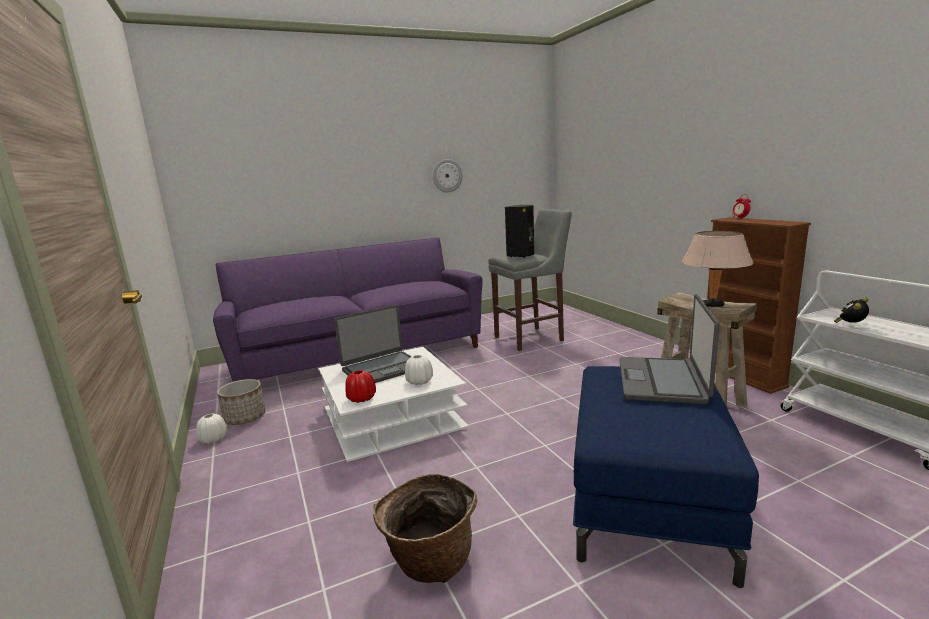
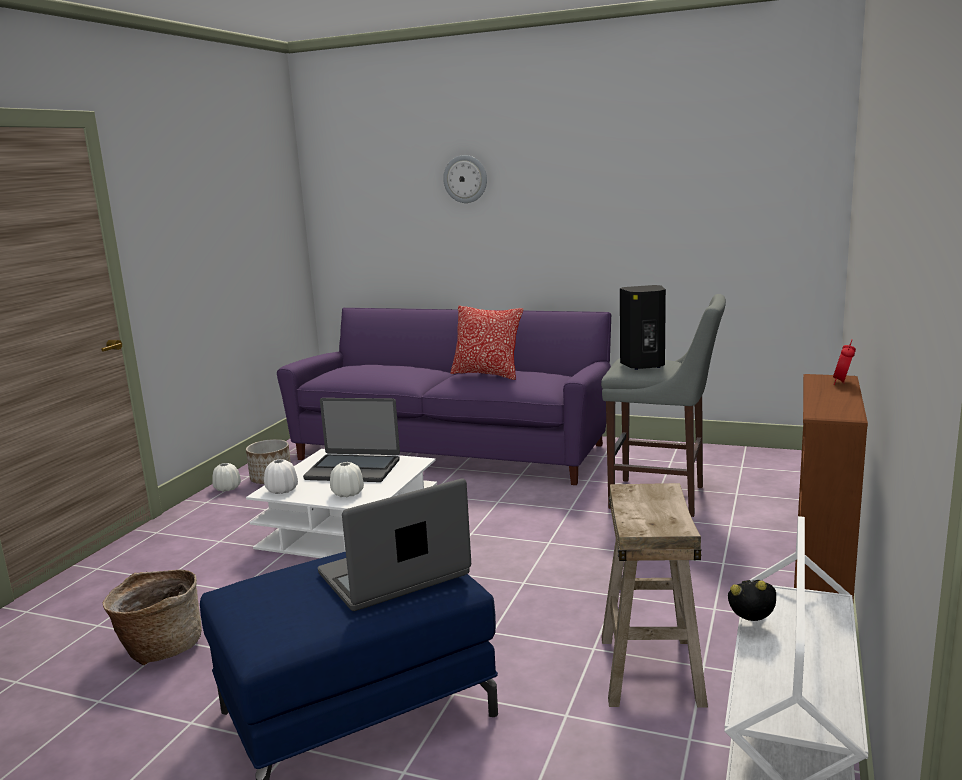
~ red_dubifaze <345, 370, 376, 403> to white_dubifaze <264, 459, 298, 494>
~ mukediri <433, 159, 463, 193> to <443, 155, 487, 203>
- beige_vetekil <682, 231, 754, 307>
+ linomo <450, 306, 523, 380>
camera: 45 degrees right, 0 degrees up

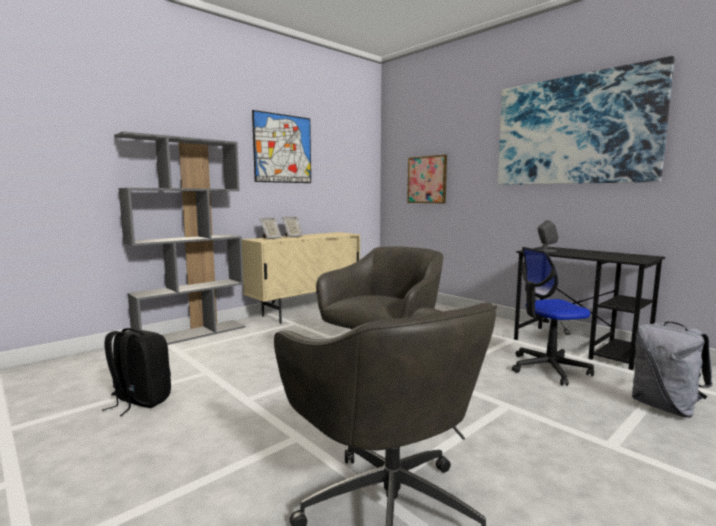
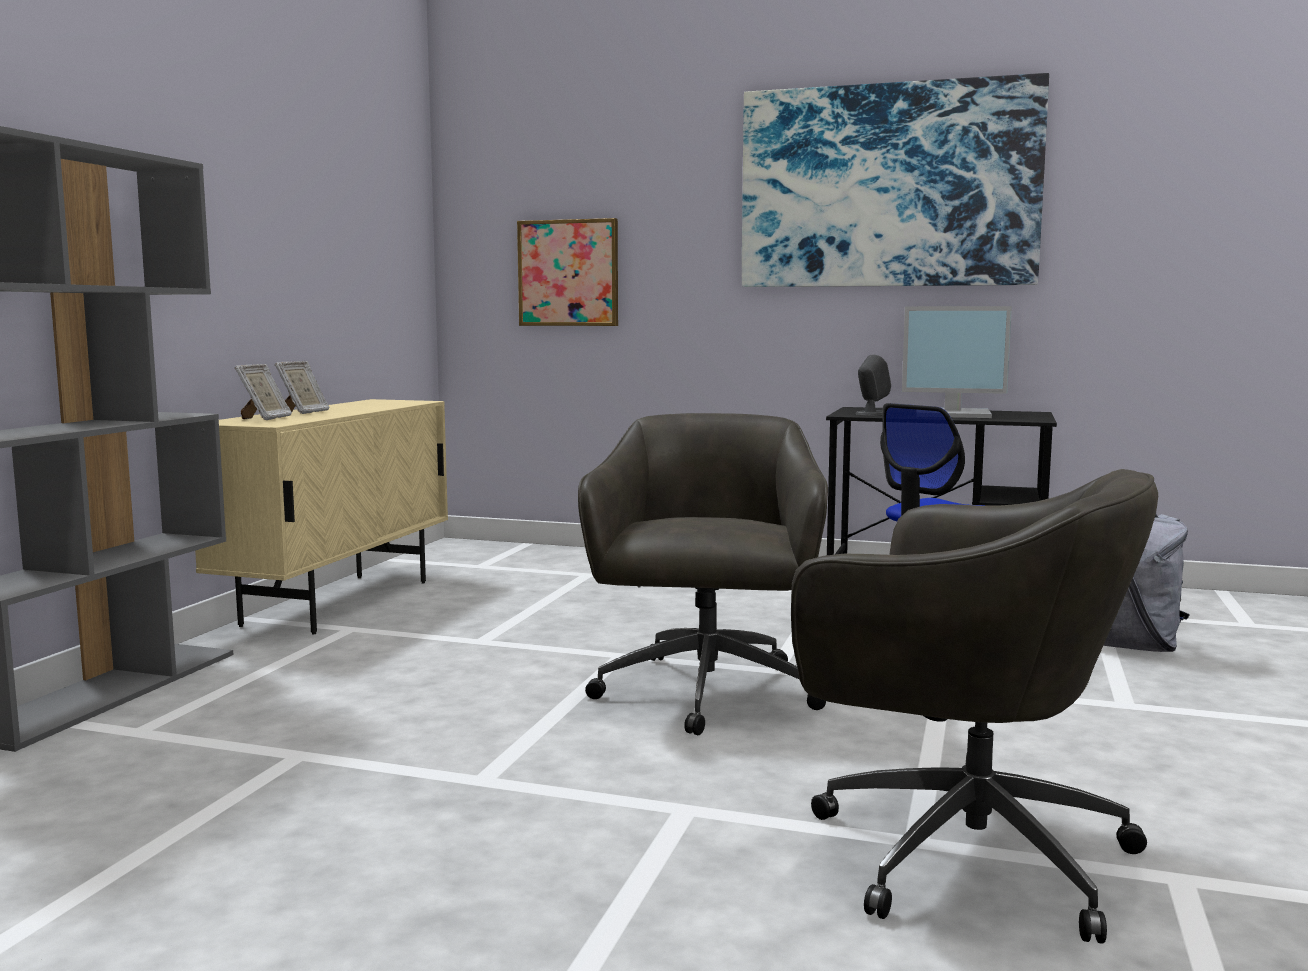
- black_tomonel <102, 328, 171, 416>
- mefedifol <252, 110, 311, 183>
+ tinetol <902, 306, 1012, 418>
camera: 30 degrees left, 0 degrees up

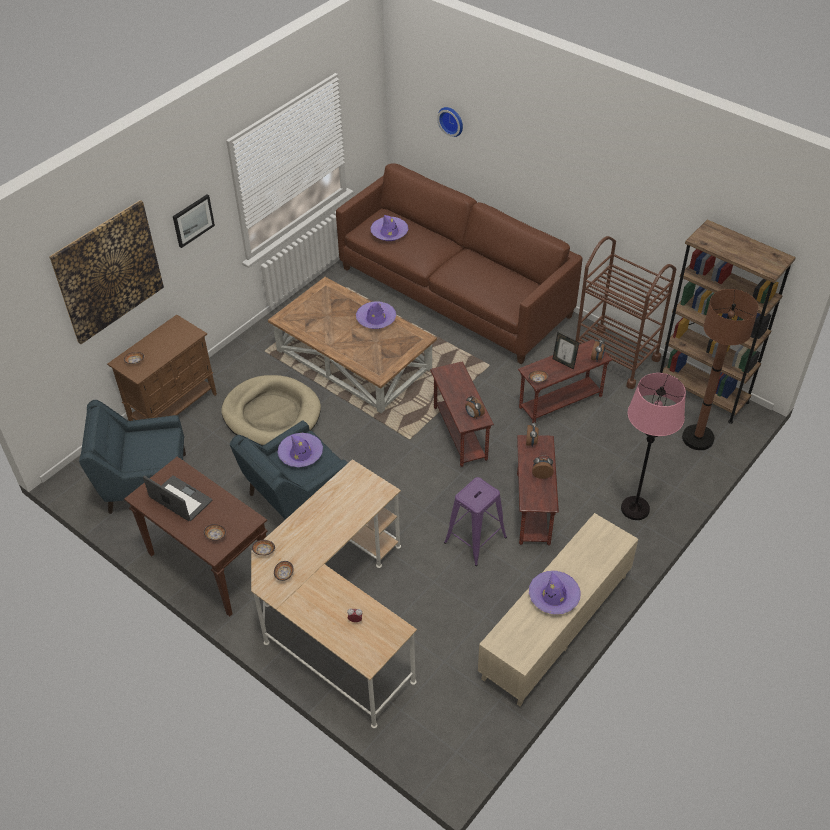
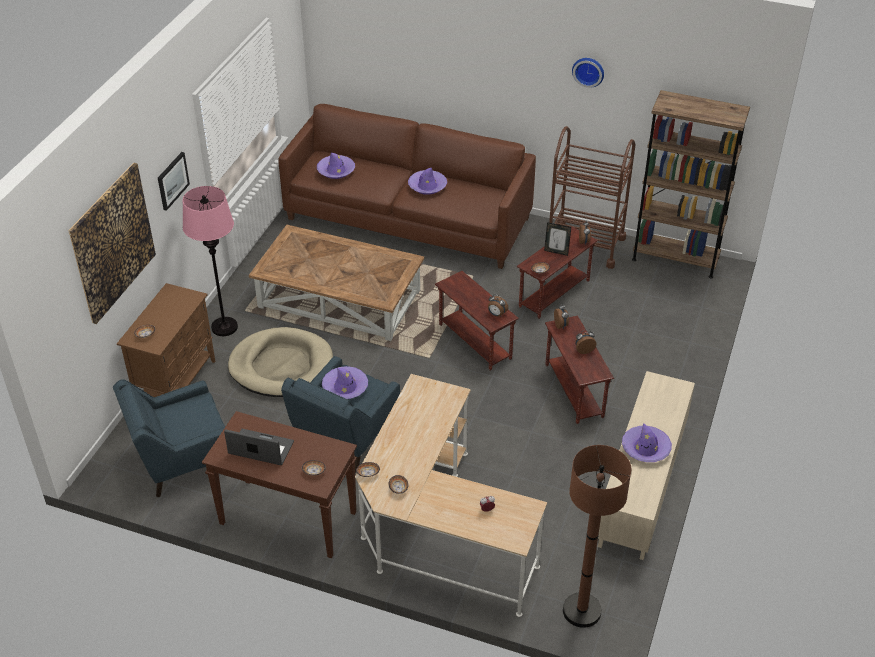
~ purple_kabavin <356, 301, 396, 329> to <408, 168, 447, 195>
~ mukediri <437, 107, 463, 137> to <572, 58, 604, 88>
- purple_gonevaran <444, 477, 507, 566>
~ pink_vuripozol <621, 373, 686, 520> to <183, 186, 238, 336>
~ brown_vuripozol <682, 289, 759, 450> to <563, 445, 631, 628>
camera: 20 degrees left, 5 degrees down

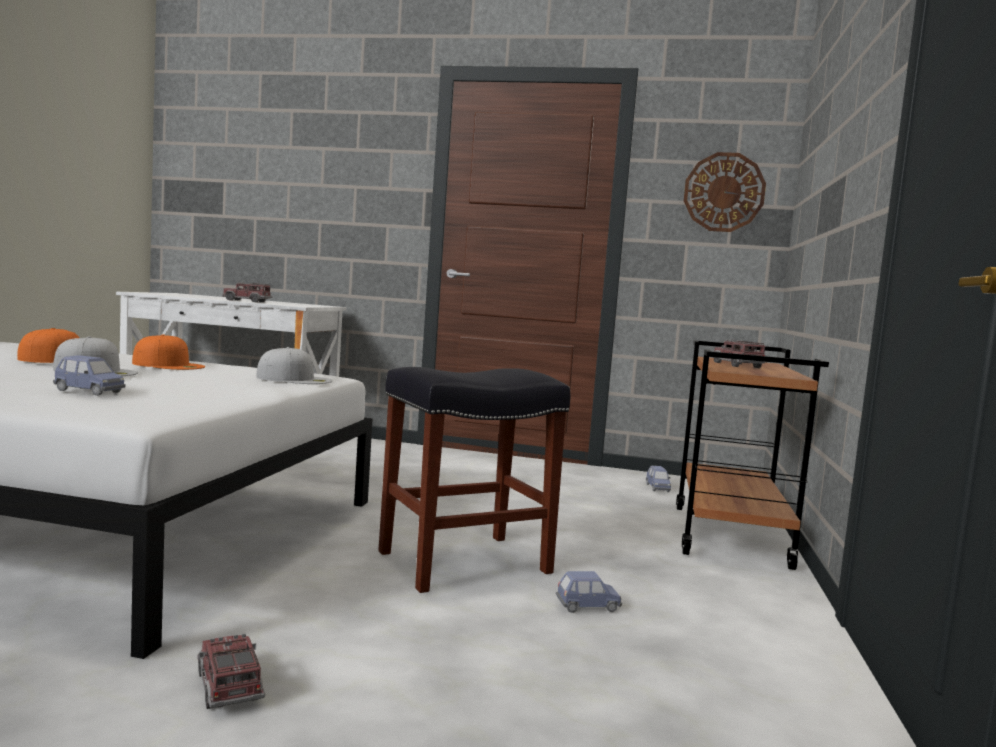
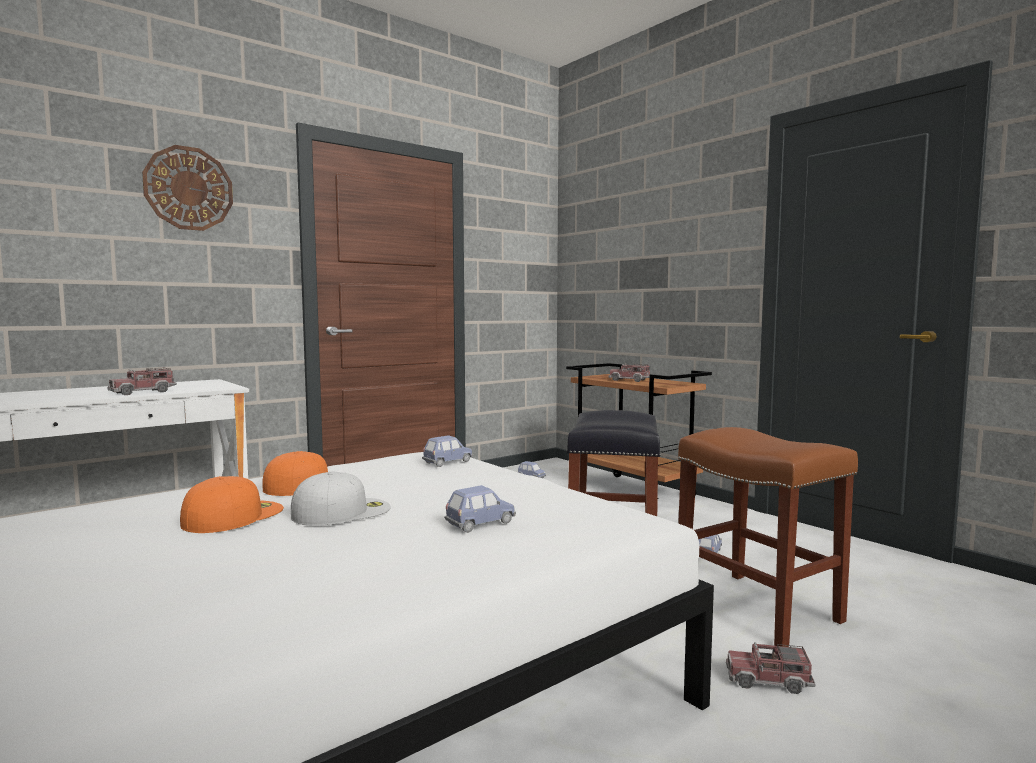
~ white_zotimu <256, 347, 332, 384> to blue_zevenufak <422, 435, 473, 467>
~ mukediri <684, 152, 766, 232> to <142, 145, 233, 231>
+ brown_gonevaran <678, 427, 858, 647>
camera: 50 degrees left, 0 degrees up

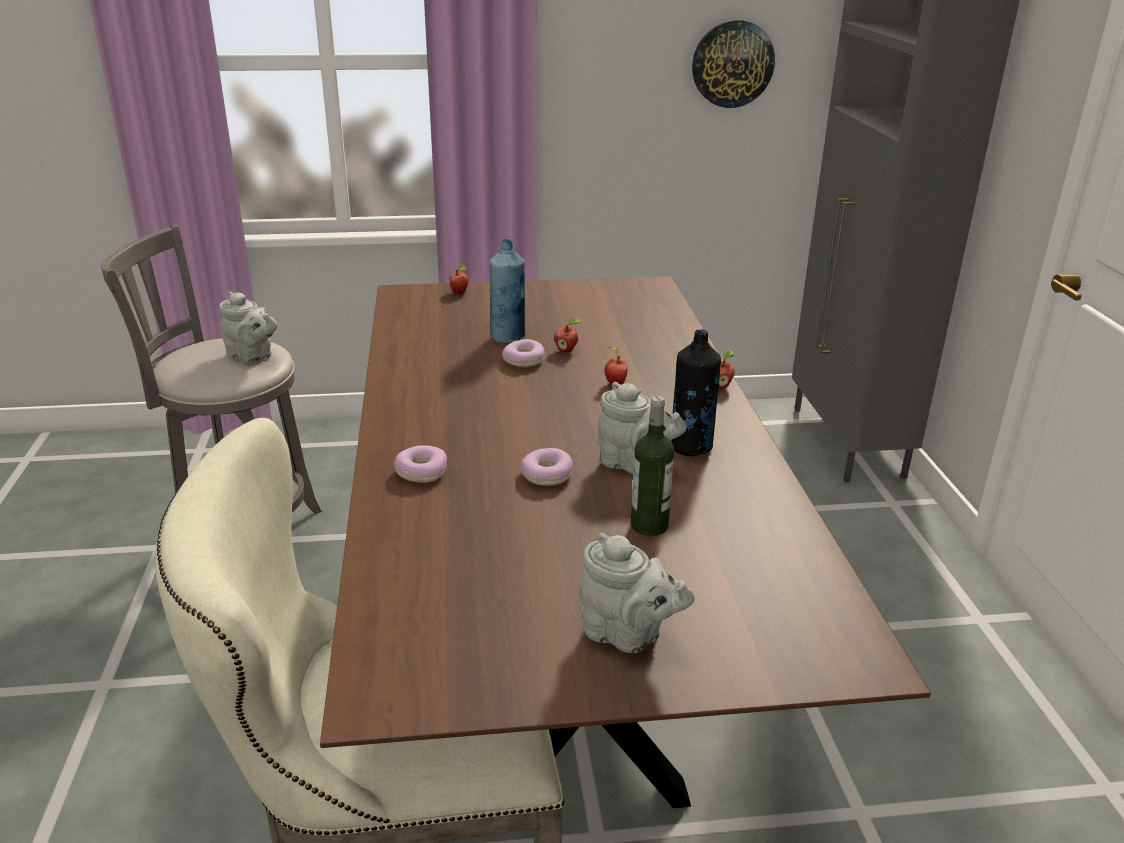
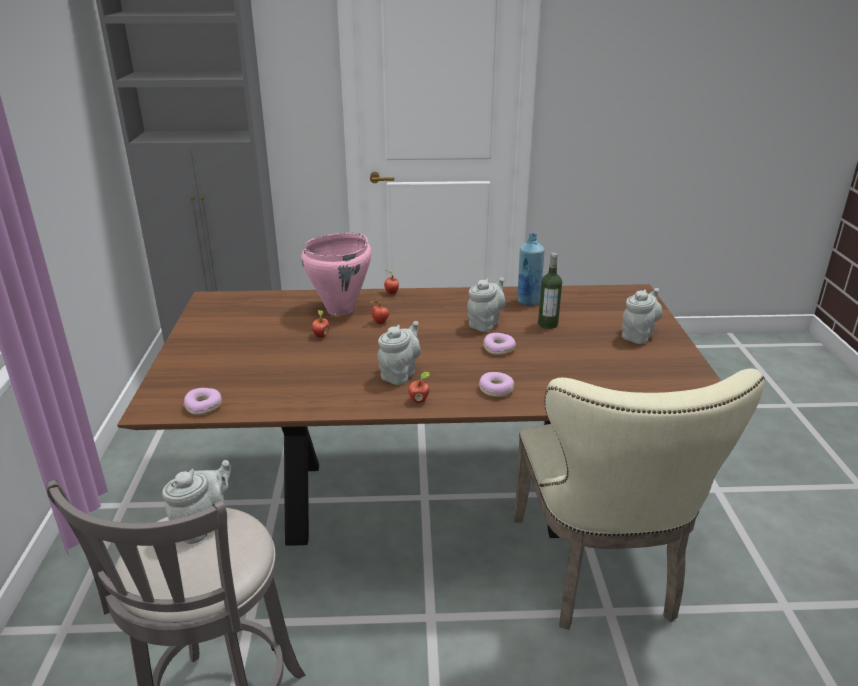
~ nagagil <449, 266, 468, 295> to <408, 372, 430, 403>
~ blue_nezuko <490, 239, 525, 344> to <518, 233, 545, 306>
~ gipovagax <502, 339, 545, 367> to <184, 388, 222, 415>
- black_nezuko <671, 329, 721, 456>
- mukediri <692, 20, 775, 108>
+ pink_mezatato <301, 233, 372, 316>
+ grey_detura <378, 321, 421, 385>
camera: 85 degrees left, 0 degrees up

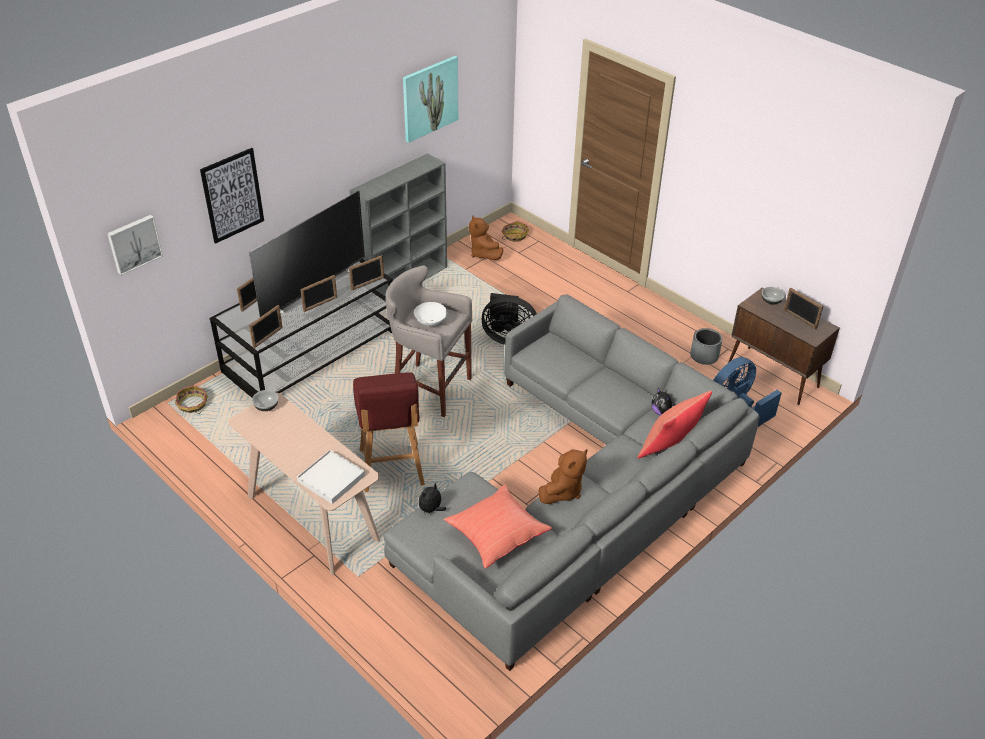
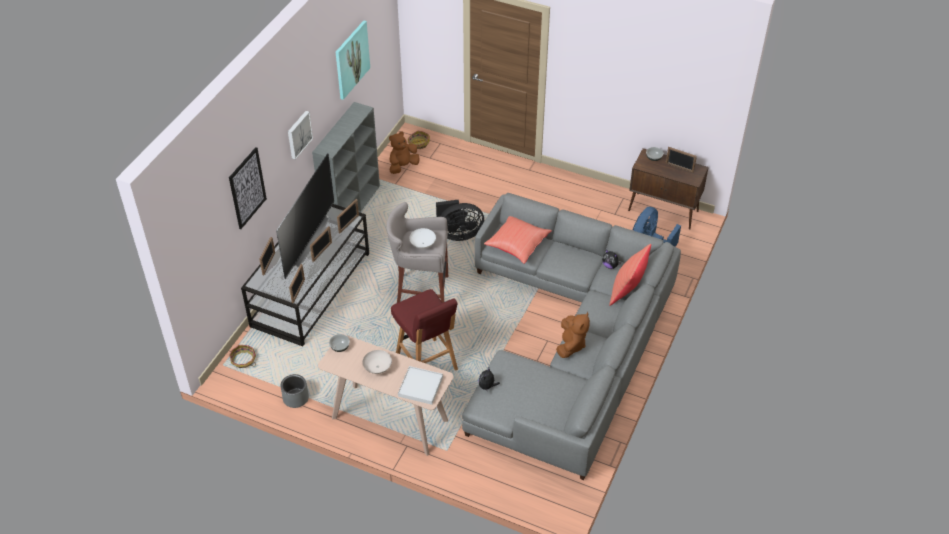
~ mefedifol <107, 215, 163, 276> to <288, 111, 313, 160>
~ red_linomo <444, 484, 552, 568> to <484, 216, 552, 264>
~ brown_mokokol <469, 215, 503, 260> = <389, 132, 419, 174> 90 degrees clockwise
~ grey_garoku <690, 328, 722, 365> to <280, 374, 309, 408>
+ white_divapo <363, 350, 392, 374>
camera: 20 degrees left, 5 degrees up

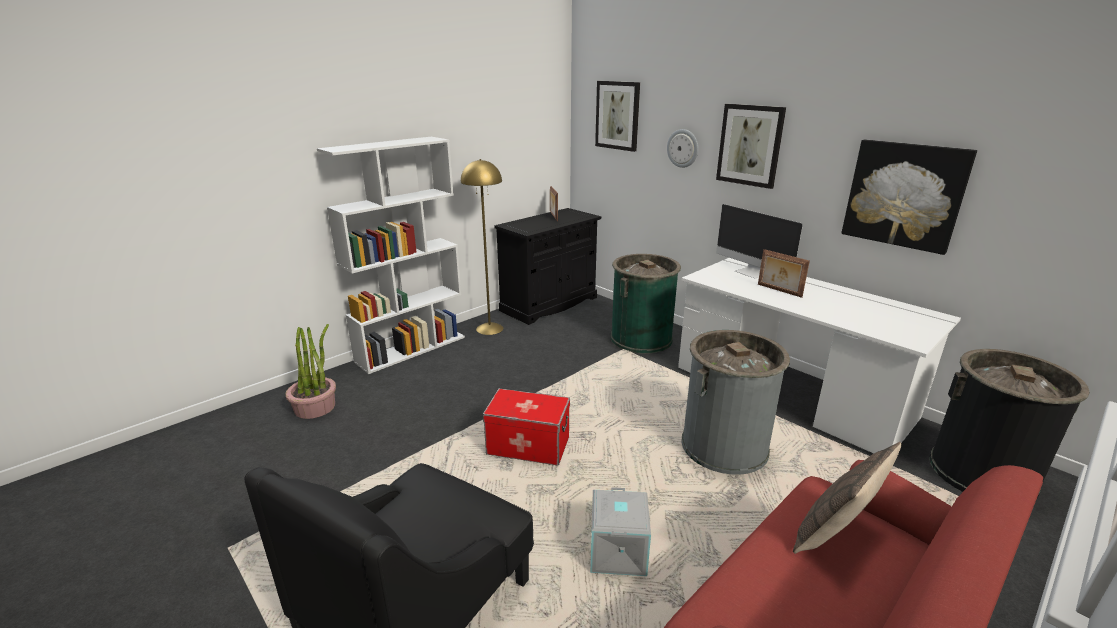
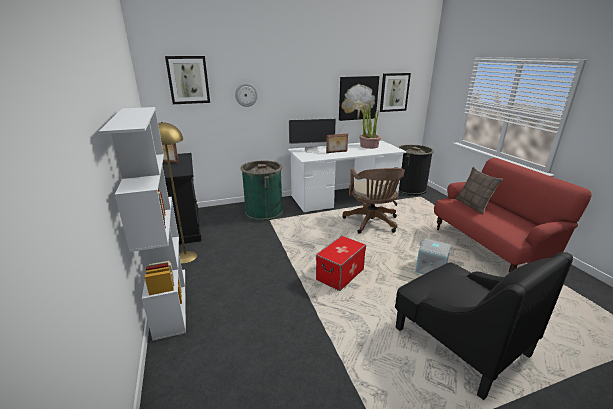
~ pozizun <286, 324, 336, 419> to <359, 105, 381, 149>
~ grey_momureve <681, 330, 790, 475> to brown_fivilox <342, 167, 405, 234>
~ mefedifol <716, 104, 786, 189> to <380, 73, 411, 112>
camera: 65 degrees left, 0 degrees up

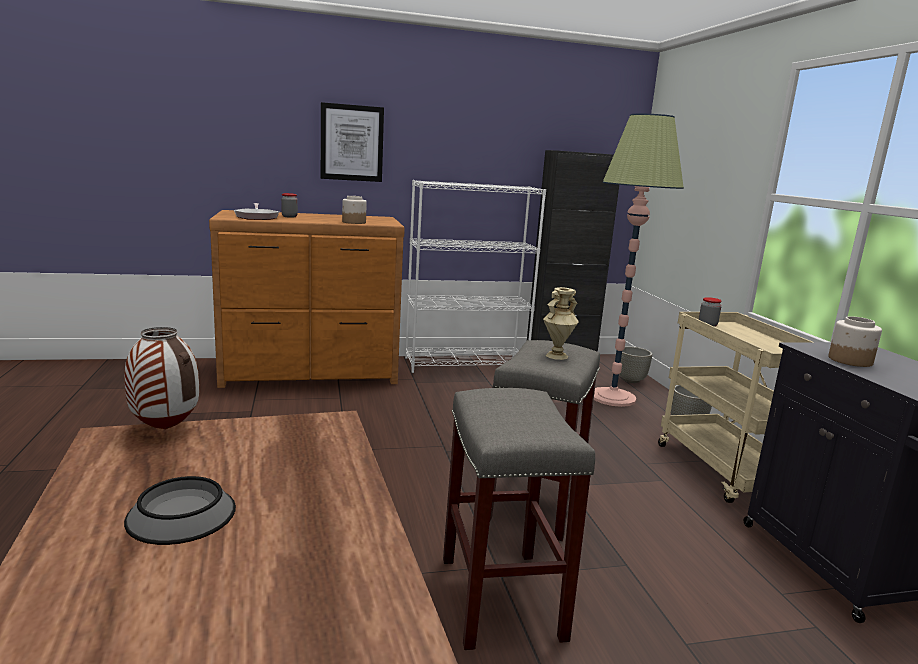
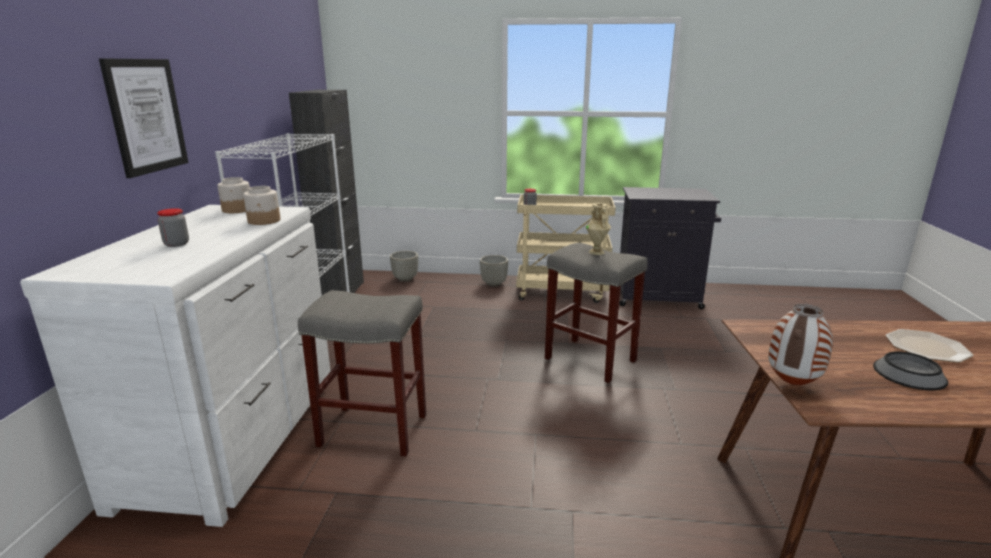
~ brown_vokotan <209, 210, 405, 388> to white_vokotan <20, 205, 331, 527>
- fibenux <234, 203, 279, 220>
~ grey_gonevaran <443, 388, 595, 650> to <298, 290, 426, 456>
- vuripozol <594, 114, 684, 407>
~ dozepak <828, 316, 882, 367> to <217, 177, 250, 213>
+ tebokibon <886, 329, 973, 363>
camera: 70 degrees left, 5 degrees up

